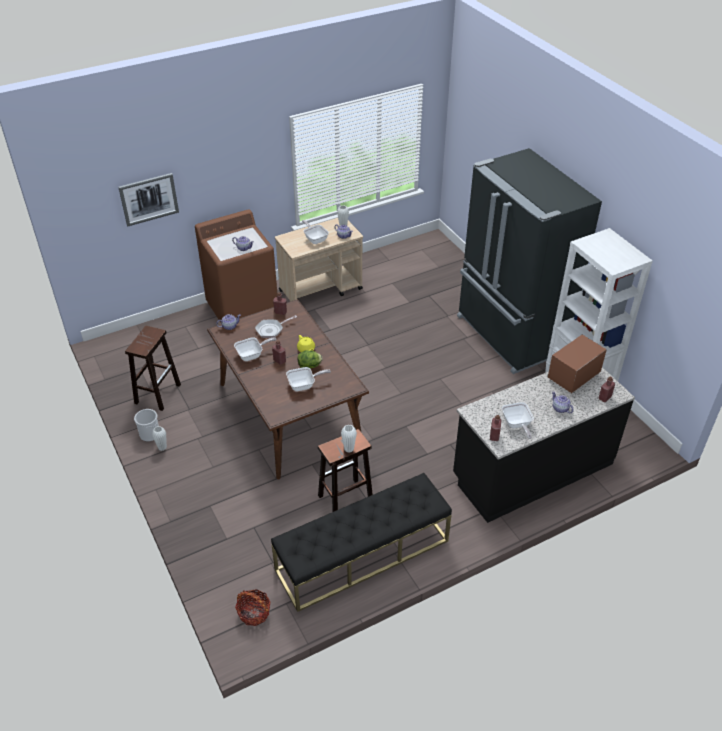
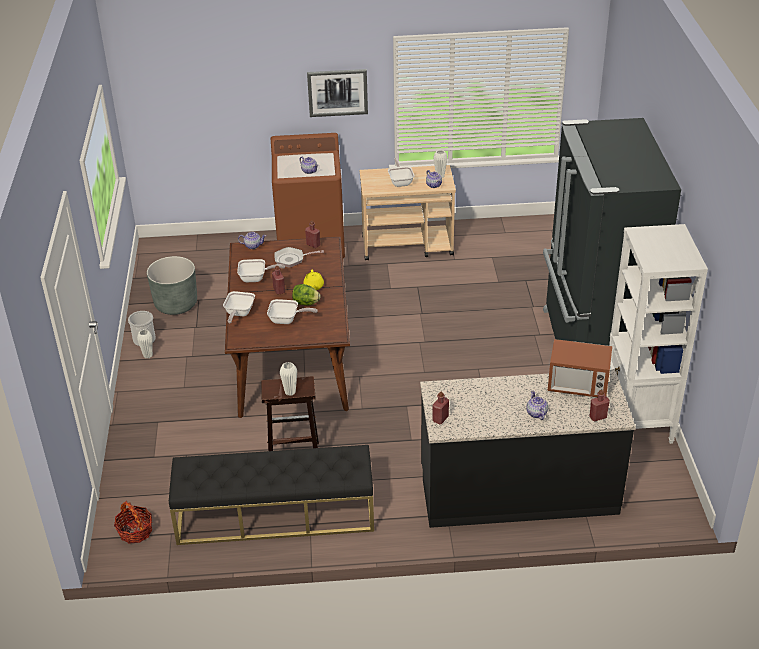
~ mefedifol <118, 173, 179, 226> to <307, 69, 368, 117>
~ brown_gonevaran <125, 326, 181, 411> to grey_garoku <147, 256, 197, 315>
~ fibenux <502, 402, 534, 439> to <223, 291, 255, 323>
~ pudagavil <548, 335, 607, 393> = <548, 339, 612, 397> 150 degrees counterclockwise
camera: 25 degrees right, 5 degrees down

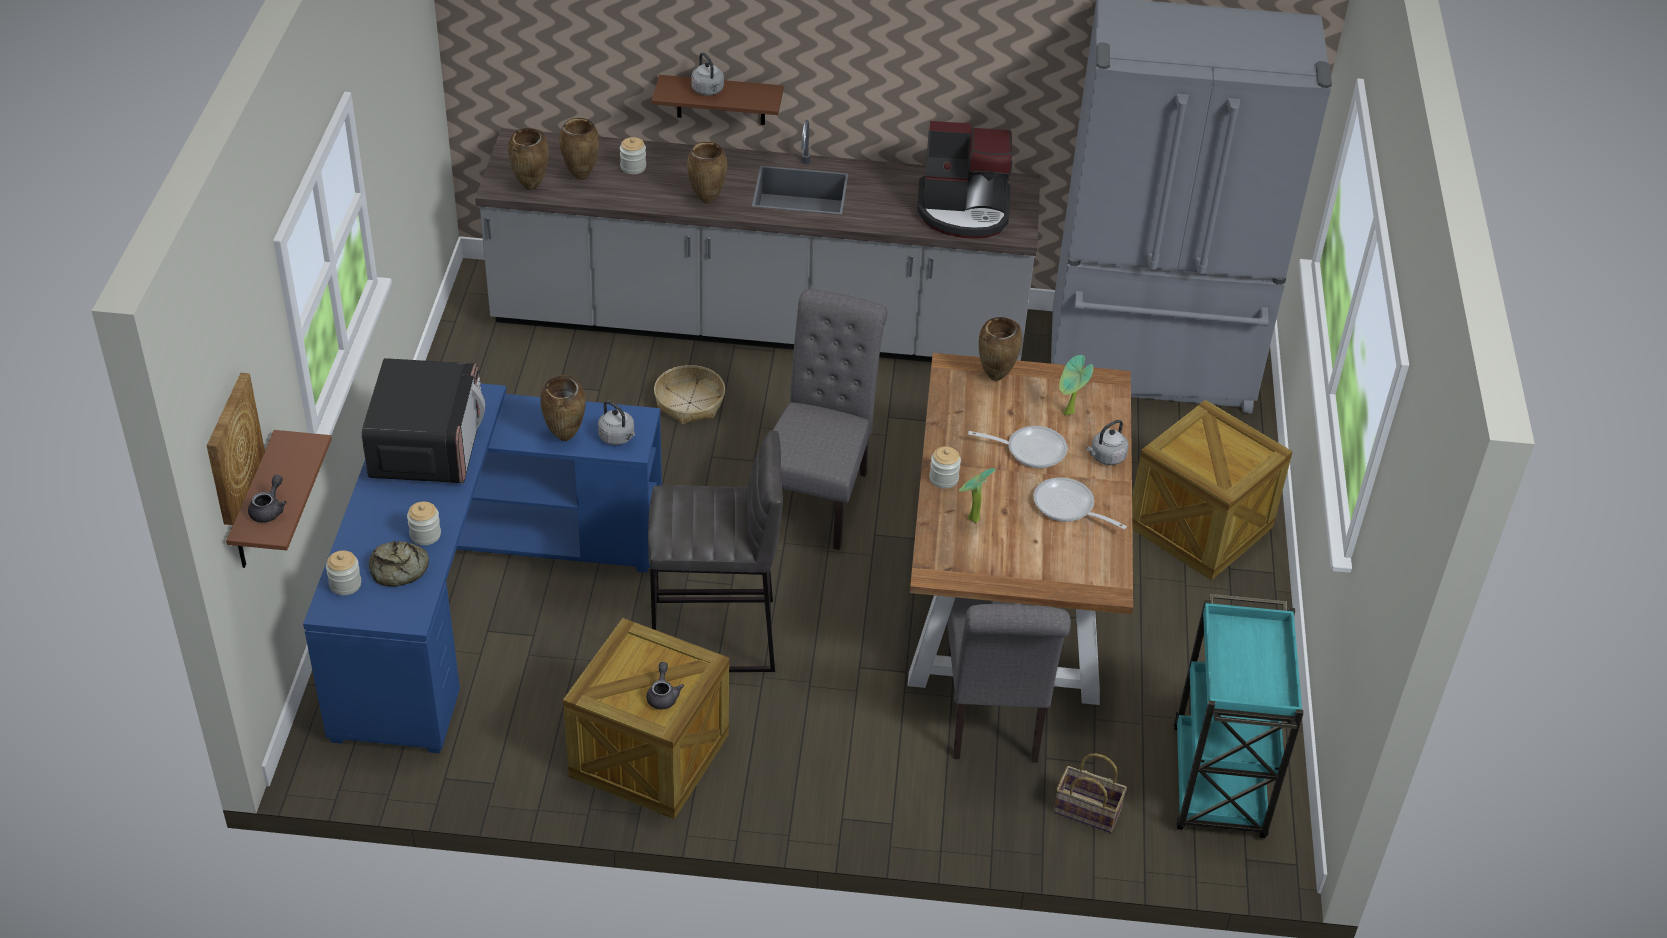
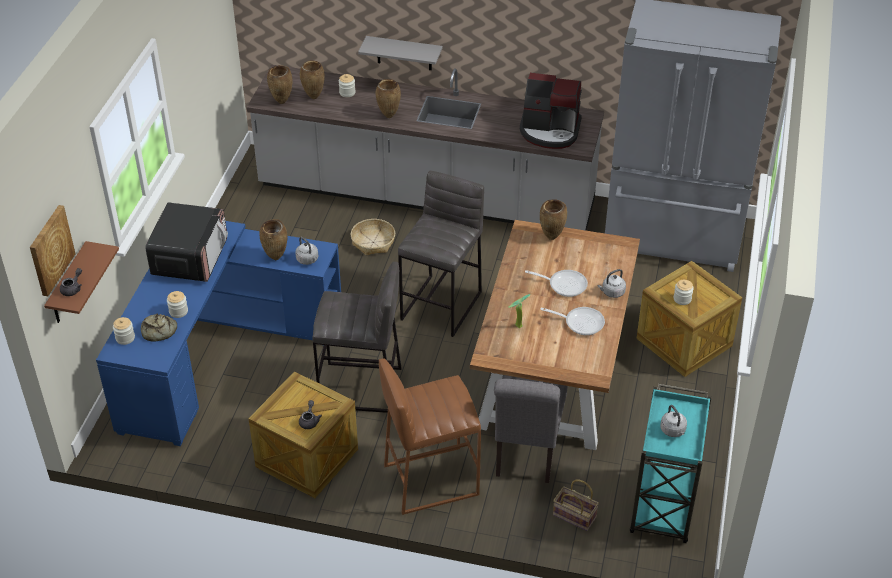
~ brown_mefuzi <652, 75, 784, 125> to grey_mefuzi <358, 36, 443, 70>
~ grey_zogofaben <691, 52, 724, 95> to <660, 405, 687, 437>
~ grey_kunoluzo <772, 289, 888, 550> to grey_gonevaran <398, 171, 484, 337>
~ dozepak <929, 446, 961, 489> to <674, 280, 694, 305>
~ fibenux <1033, 477, 1127, 529> = <540, 307, 605, 335> 150 degrees clockwise
- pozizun <1059, 355, 1093, 415>
+ brown_gonevaran <379, 358, 481, 515>
camera: 10 degrees right, 0 degrees up

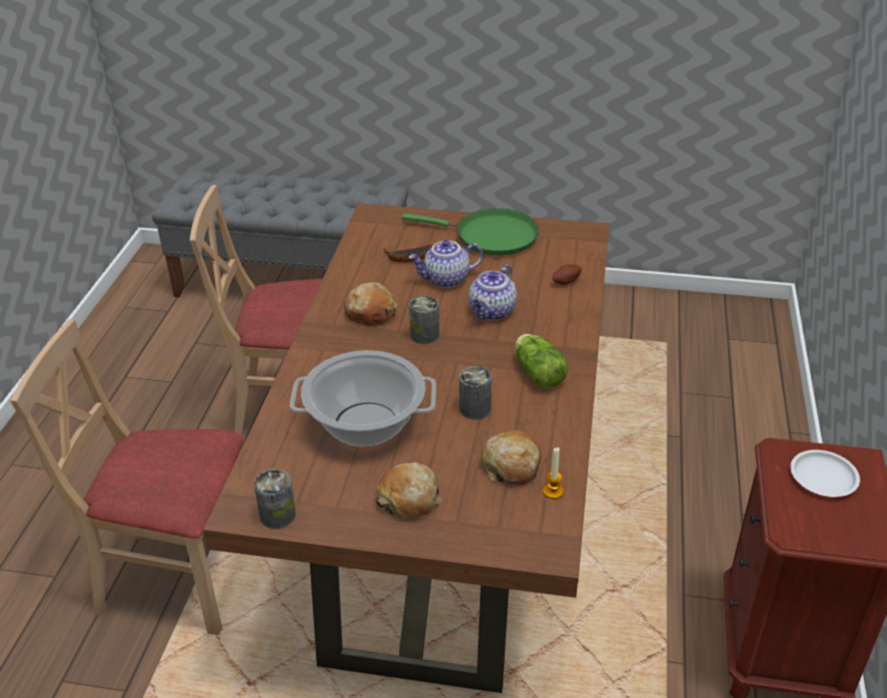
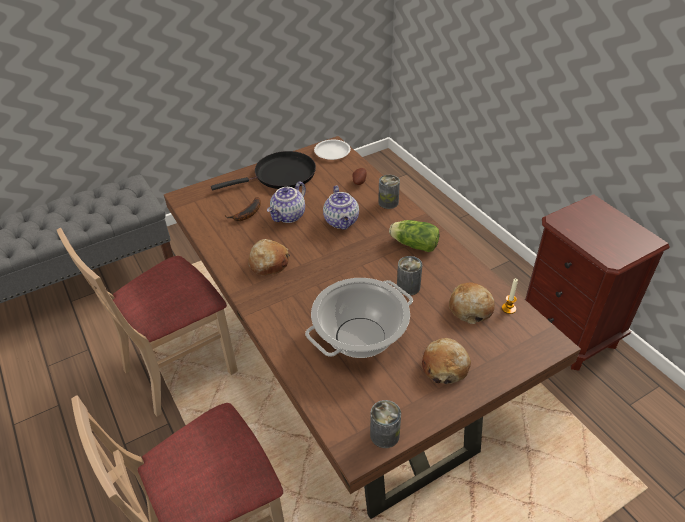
~ green_fibenux <402, 208, 539, 256> to black_fibenux <211, 151, 316, 190>
~ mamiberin <409, 296, 439, 345> to <378, 175, 400, 209>
~ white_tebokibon <790, 450, 860, 497> to <314, 139, 351, 160>
camera: 40 degrees left, 5 degrees up

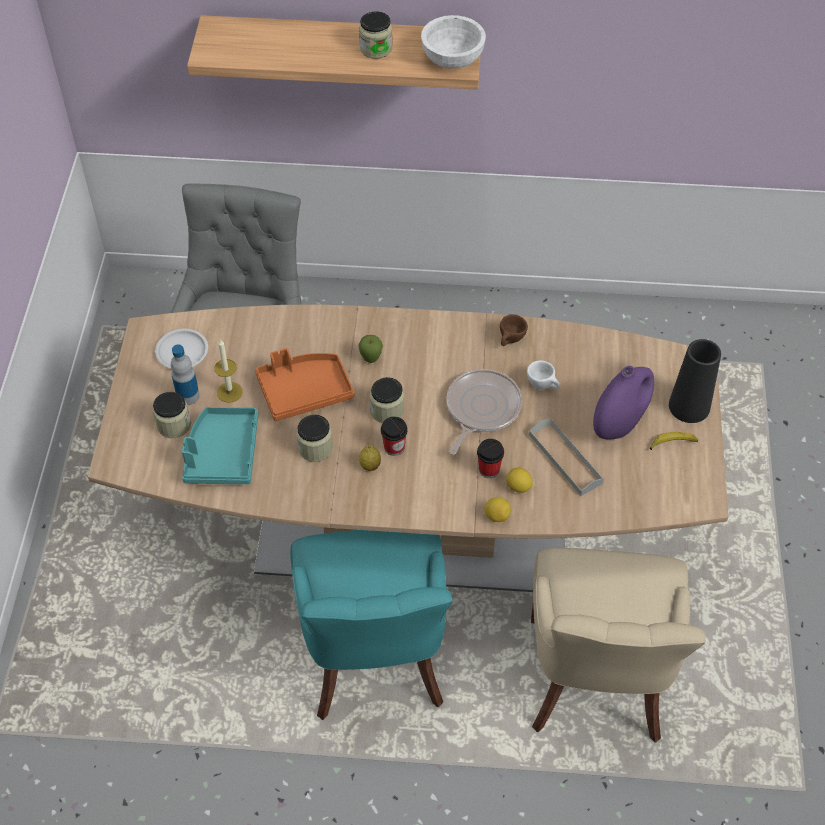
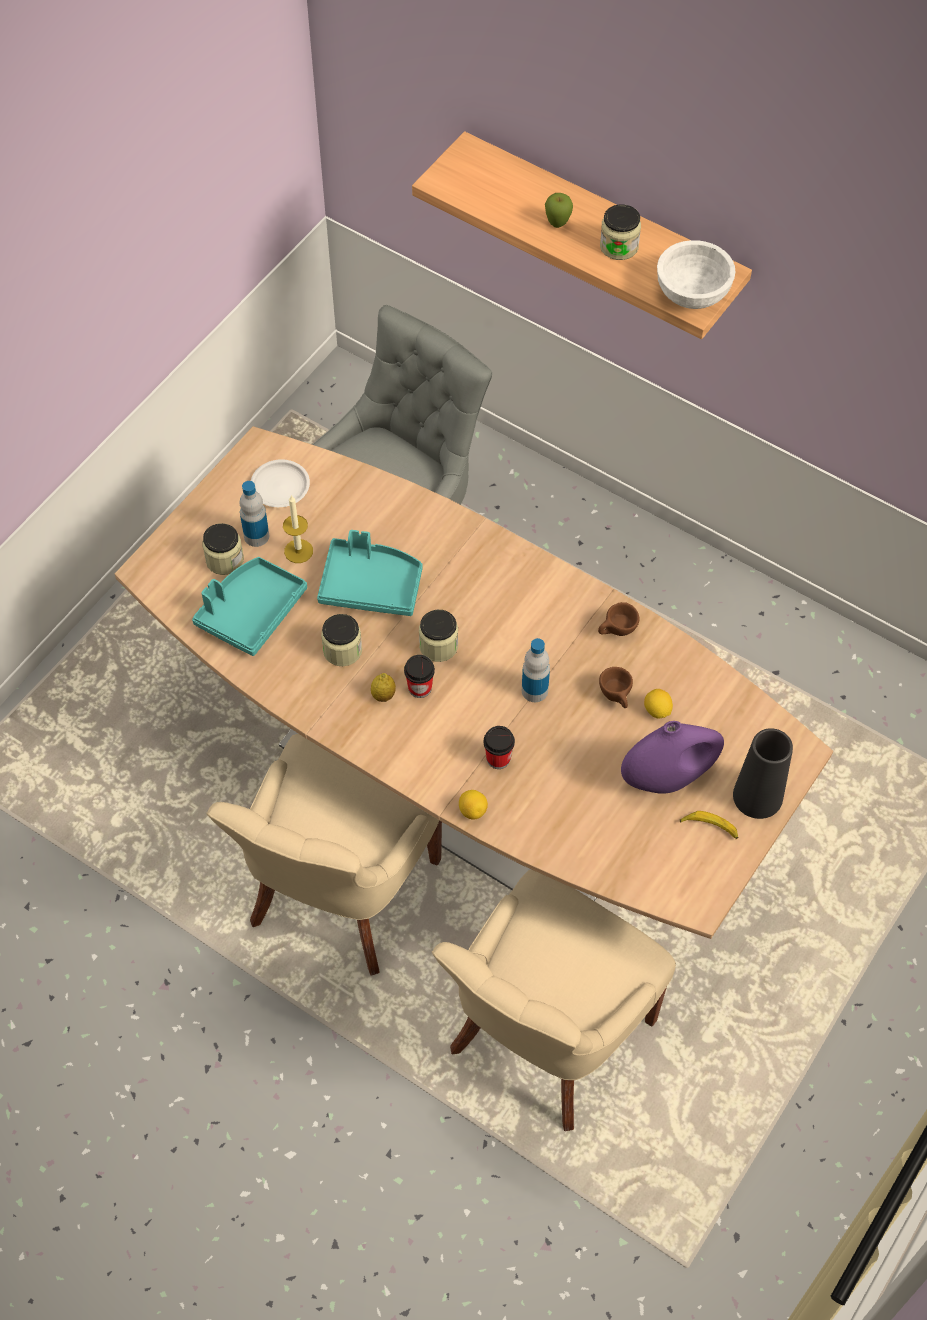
~ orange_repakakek <255, 348, 355, 421> to turquoise_repakakek <317, 530, 423, 616>
~ turquoise_kunoluzo <290, 530, 452, 720> to beige_kunoluzo <207, 734, 442, 976>
~ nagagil <358, 335, 383, 363> to <545, 193, 573, 228>
~ fibenux <446, 369, 522, 455> to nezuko <522, 638, 550, 702>
~ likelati <506, 468, 533, 493> to <644, 689, 673, 719>
~ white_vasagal <527, 360, 560, 390> to brown_vasagal <599, 667, 633, 708>
- grey_repakakek <529, 418, 604, 496>
camera: 30 degrees right, 5 degrees up

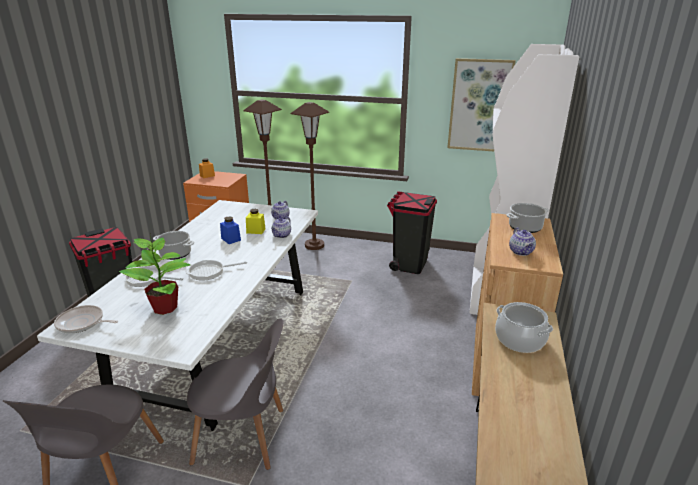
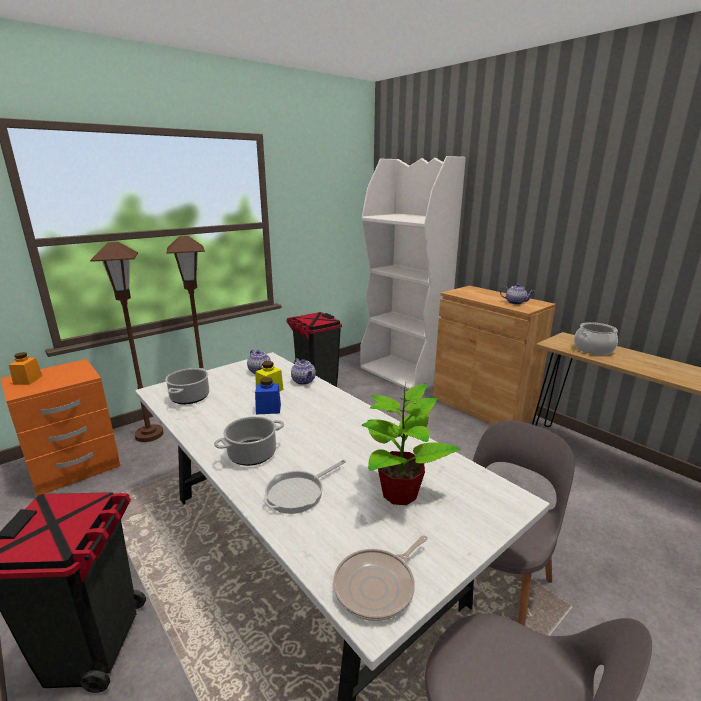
- fibenux <186, 260, 247, 281>
- mefedifol <447, 58, 516, 151>
~ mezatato <506, 203, 549, 233> to <165, 368, 209, 404>
camera: 55 degrees left, 5 degrees down

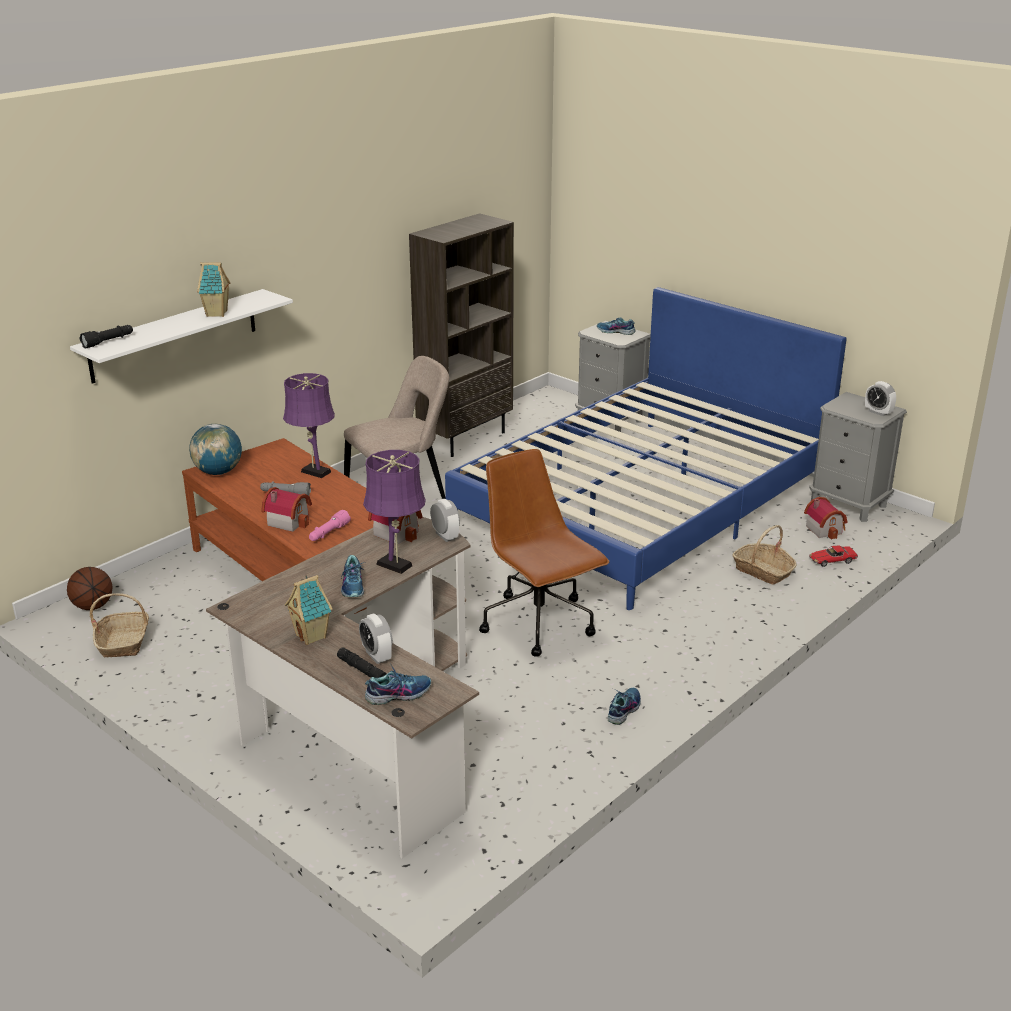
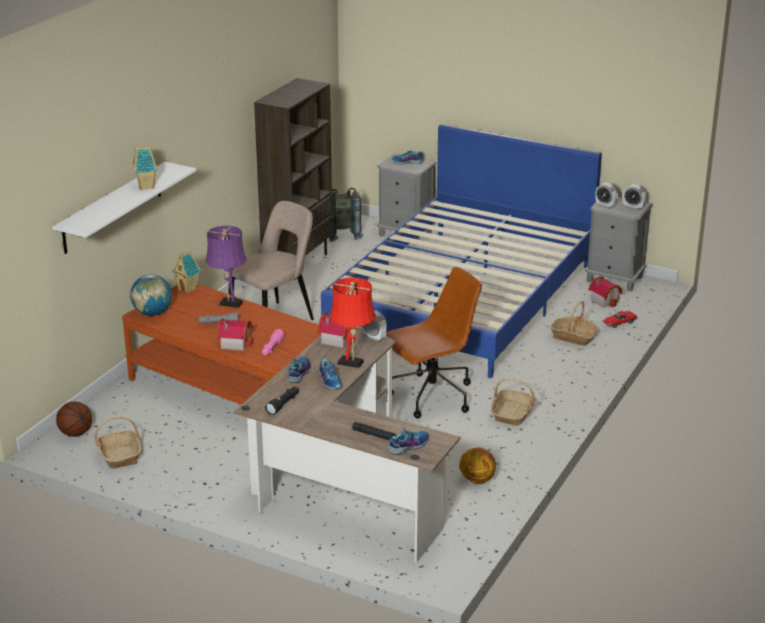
~ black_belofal <79, 325, 133, 348> to <265, 387, 299, 415>
~ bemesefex <285, 575, 333, 645> to <172, 251, 201, 293>
~ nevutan <359, 613, 393, 664> to <595, 182, 618, 209>
~ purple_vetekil <363, 450, 426, 574> to red_vetekil <330, 277, 376, 368>
~ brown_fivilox <479, 449, 609, 657> = <386, 267, 482, 419> 105 degrees clockwise
~ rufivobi <608, 688, 641, 725> to <288, 357, 311, 383>
+ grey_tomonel <329, 188, 363, 242>
+ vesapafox <459, 447, 496, 484>
+ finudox <491, 378, 535, 426>
camera: 15 degrees left, 0 degrees up

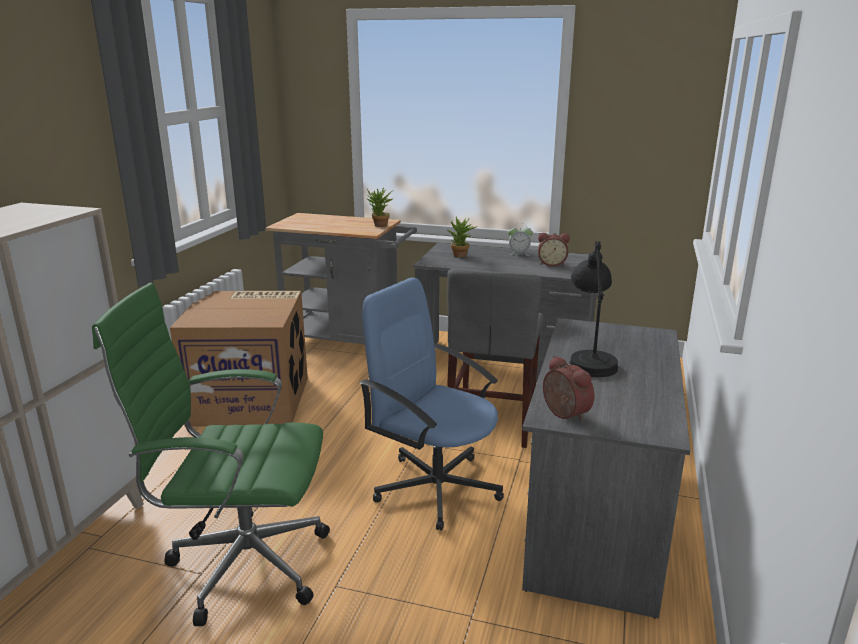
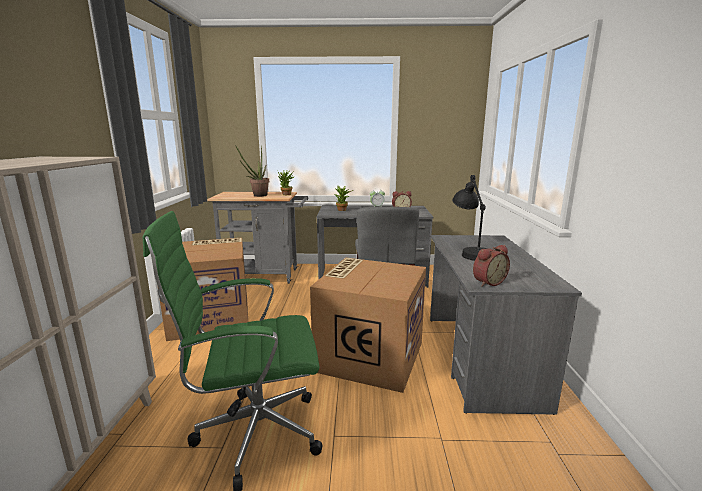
~ blue_fivilox <359, 278, 504, 531> to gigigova <310, 258, 426, 393>
~ nevutan <543, 356, 595, 422> = <473, 245, 510, 287> 105 degrees clockwise
+ pozizun <235, 145, 269, 197>
camera: 15 degrees left, 5 degrees down

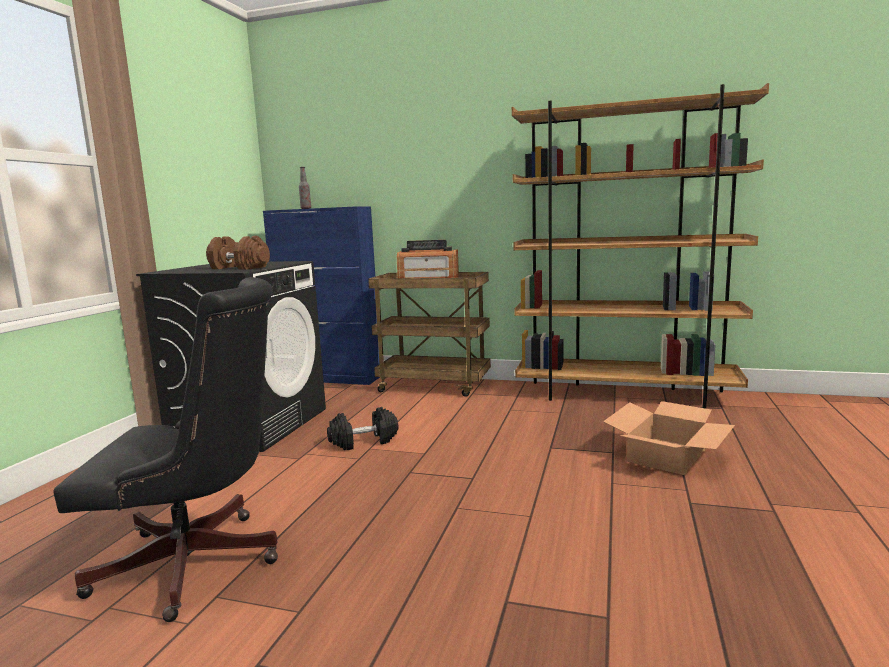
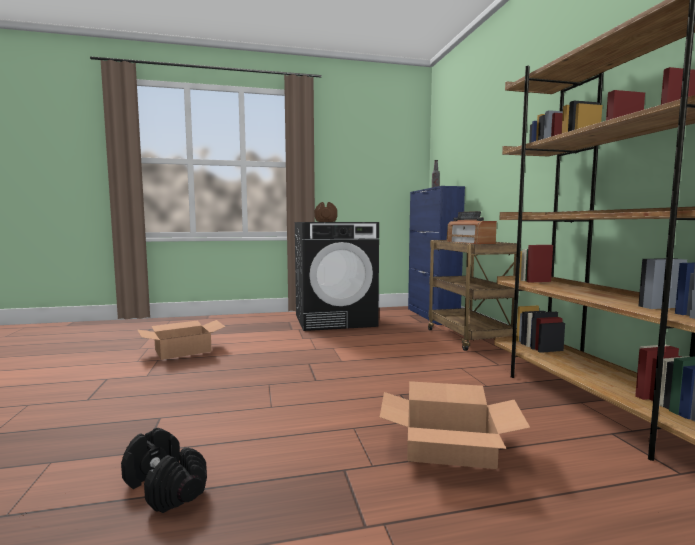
~ black_fivilox <53, 277, 278, 622> to gigigova <137, 320, 226, 360>
~ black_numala <327, 407, 399, 450> to <121, 428, 207, 513>
camera: 60 degrees right, 5 degrees down

